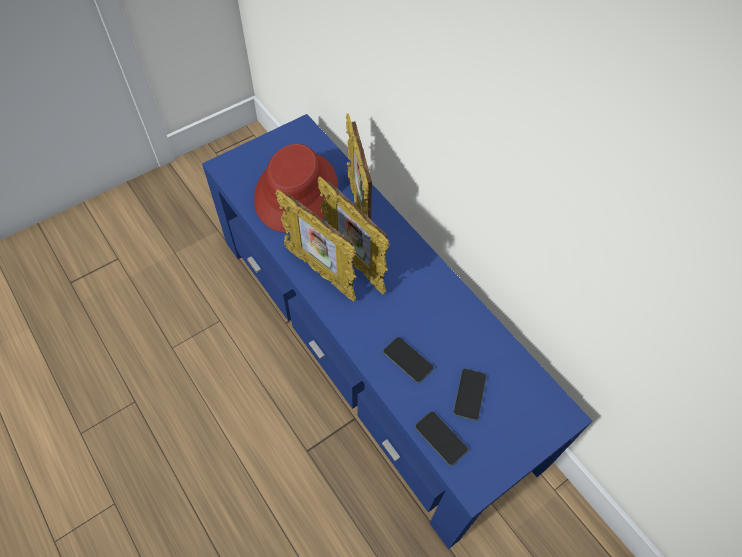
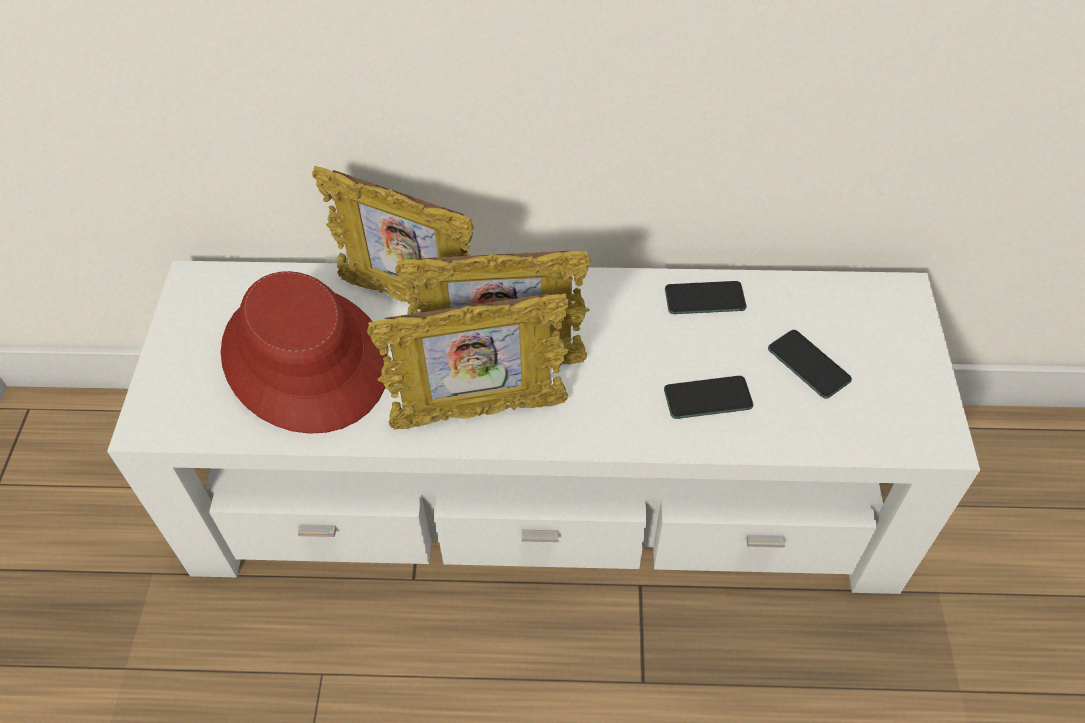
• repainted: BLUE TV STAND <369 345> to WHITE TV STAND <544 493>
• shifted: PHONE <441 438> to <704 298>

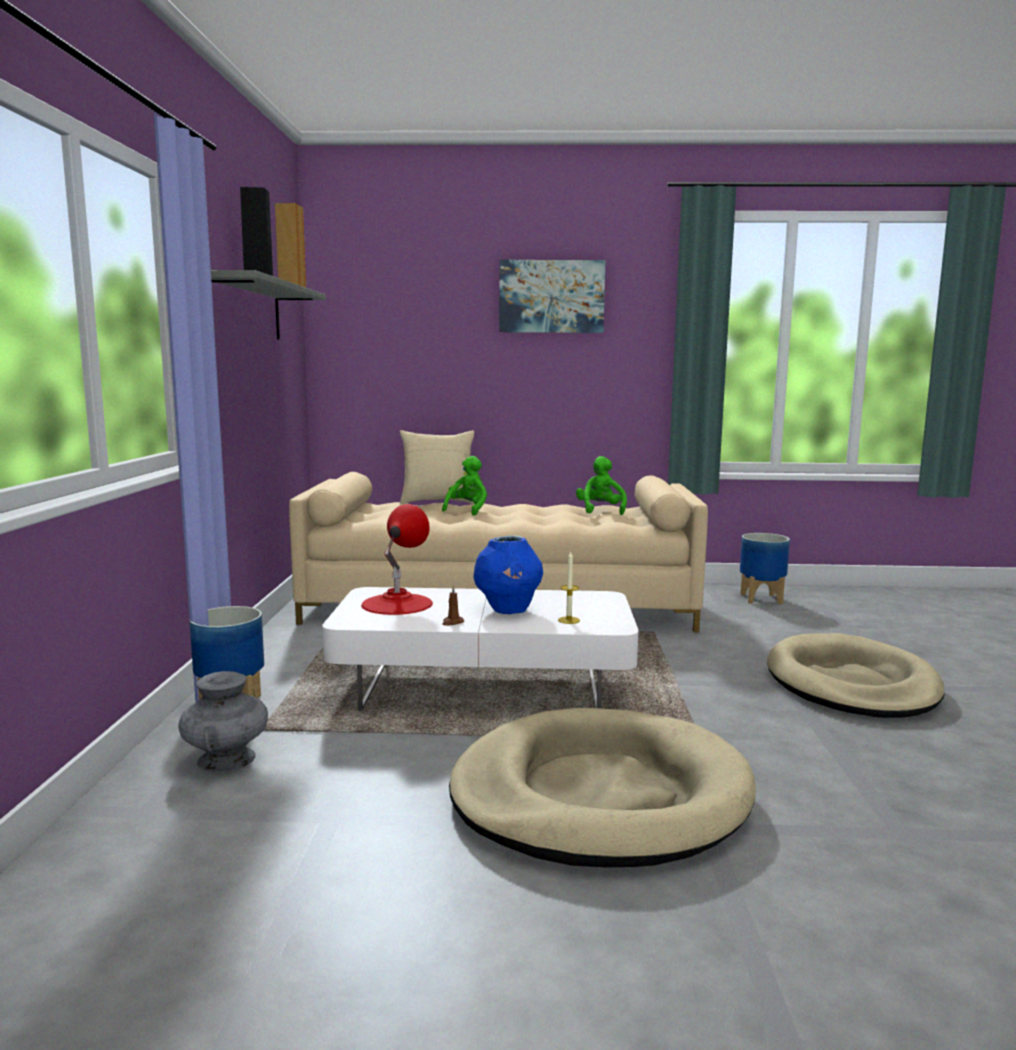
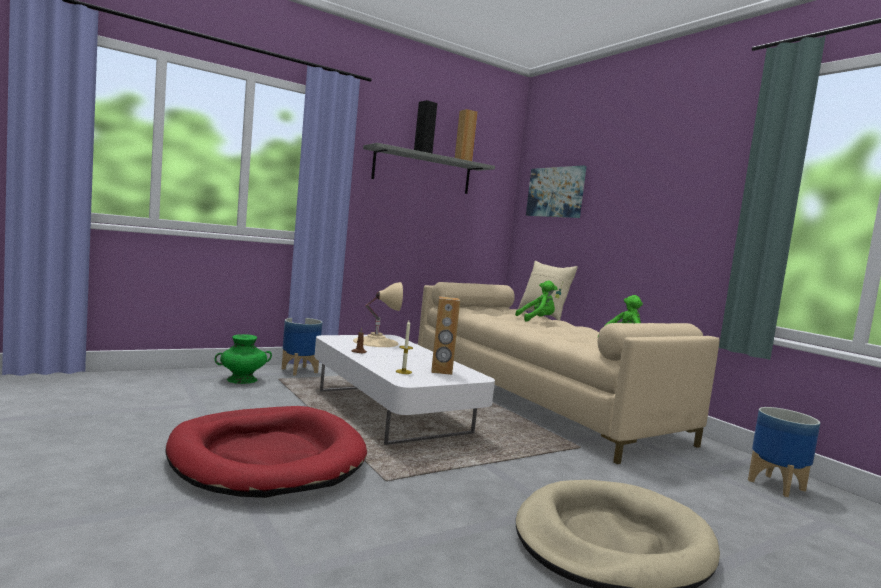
• shifted: PICTURE <551 297> to <555 192>
• repainted: RED TABLE LAMP <397 604> to BEIGE TABLE LAMP <376 342>
• gone: BLUE VASE <508 610>
• repainted: GREY VASE <226 759> to GREEN VASE <242 379>
• repainted: BEIGE DOG BED <599 796> to RED DOG BED <267 457>
• new: BROWN SPEAKER <441 371>

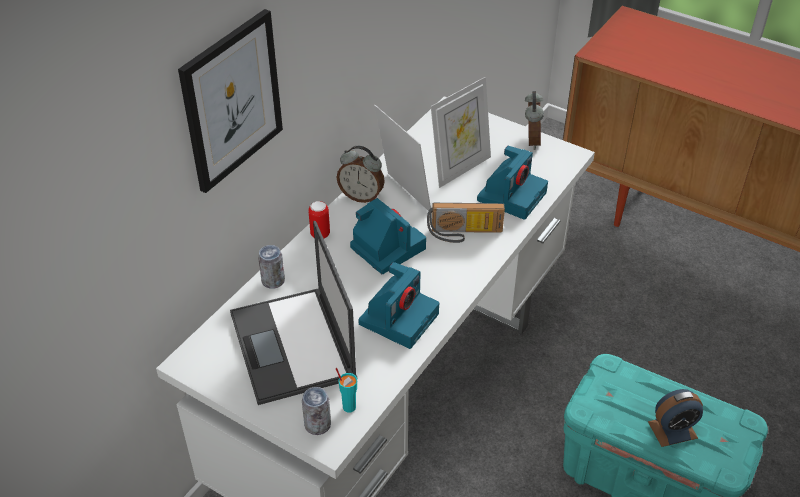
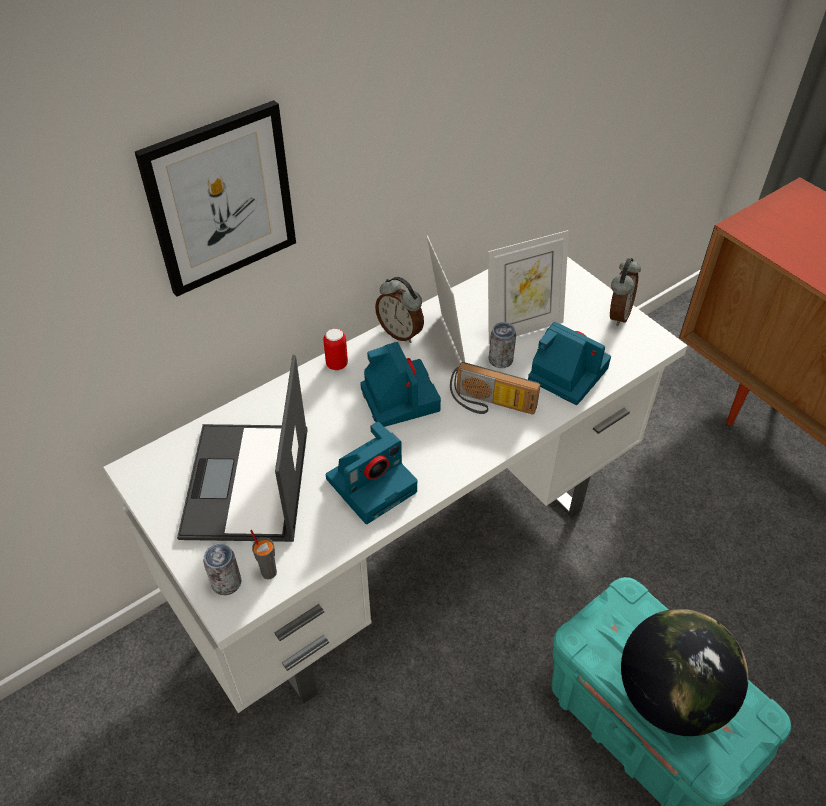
• rotated: PHOTO CAMERA <512 195> = <566 373> 105 degrees counterclockwise
• shifted: CAN <273 281> to <500 360>
• repainted: TURQUOISE CUP <349 406> to GREY CUP <269 572>
• swapped: ALARM CLOCK <672 430> to GLOBE <670 696>

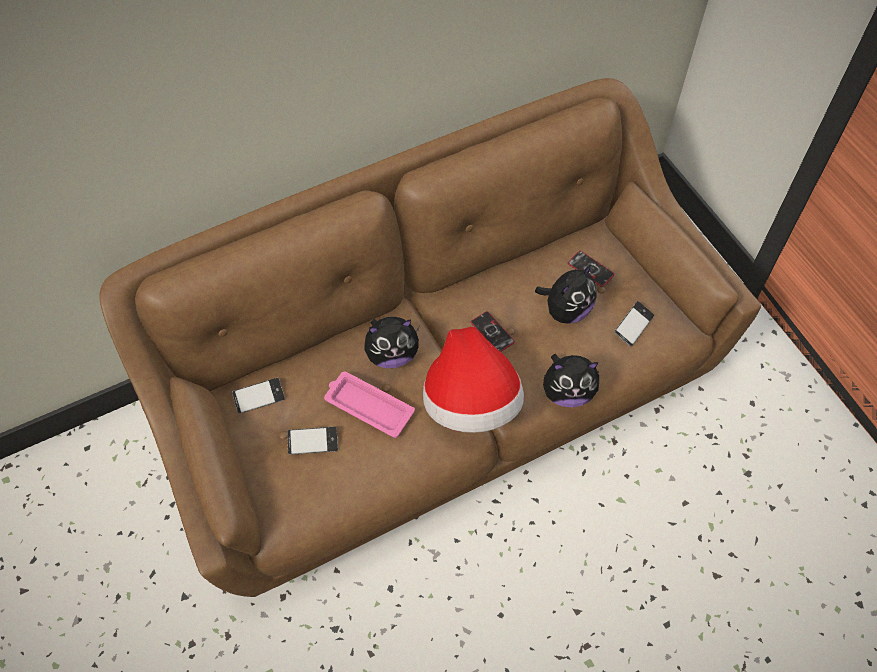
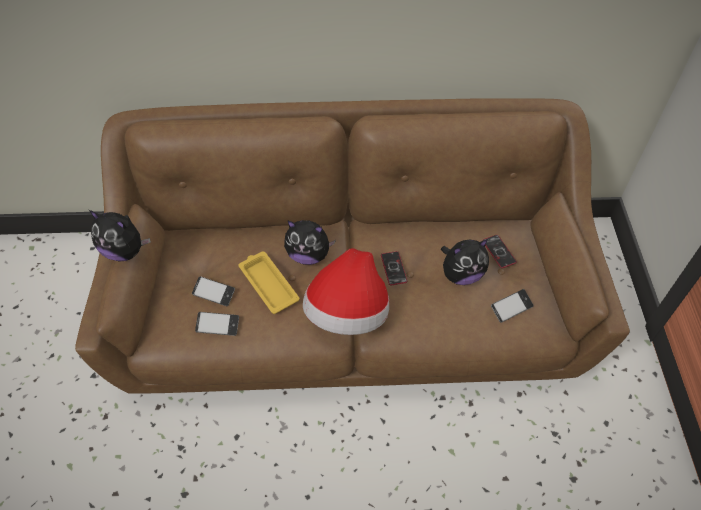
• shifted: PLUSH TOY <567 392> to <125 251>
• repainted: PINK TRAY <367 406> to YELLOW TRAY <268 284>
• shifted: PHONE <259 397> to <217 325>

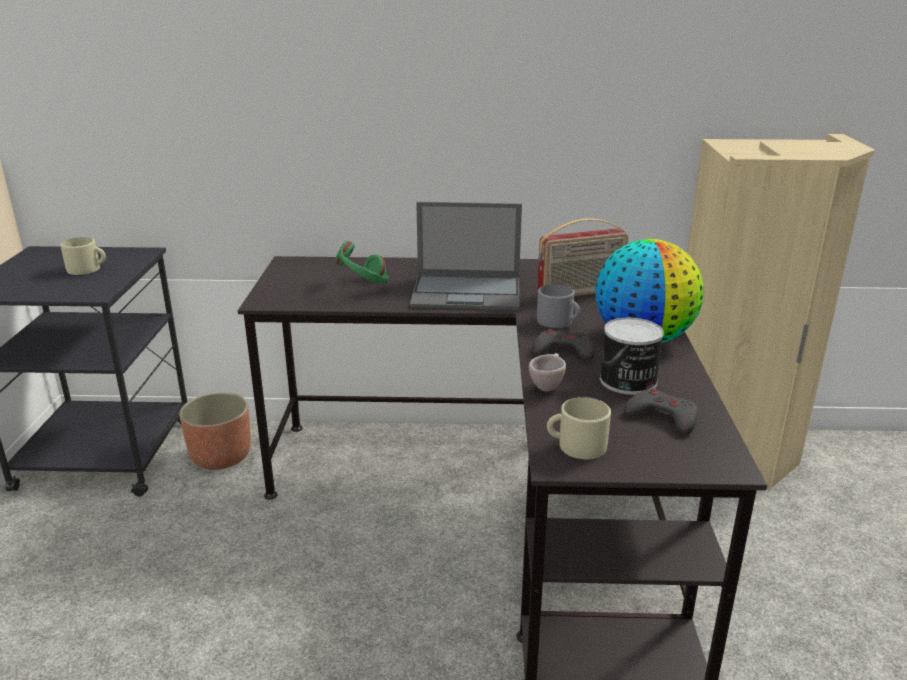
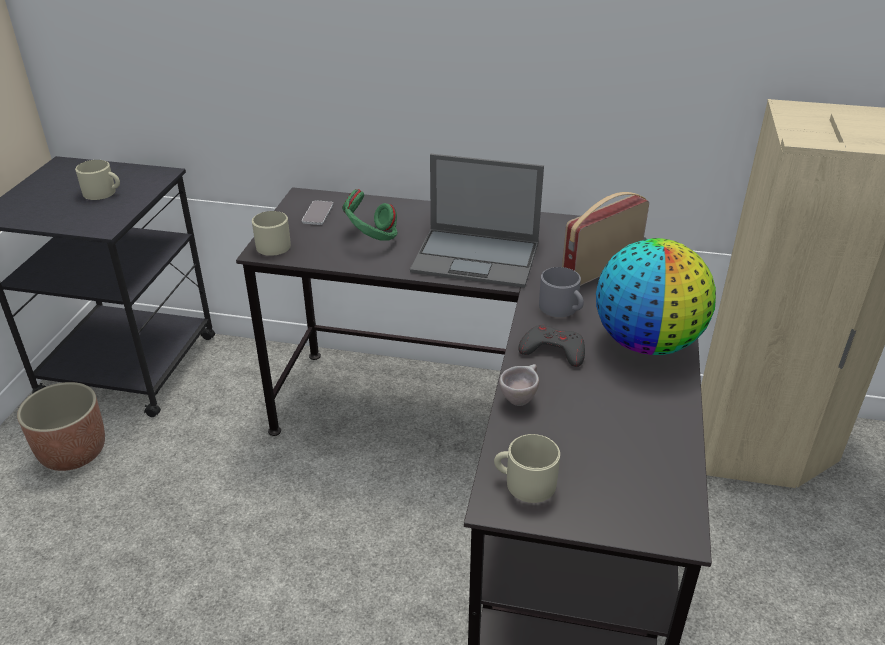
• rotated: RADIO <581 292> = <600 268> 150 degrees clockwise
• gone: CAN <628 381>
• gone: GREY GAME CONTROLLER <662 417>
• shifted: PLANTER <221 457> to <73 452>
• new: PHONE <318 213>
• new: BEIGE MUG <274 244>

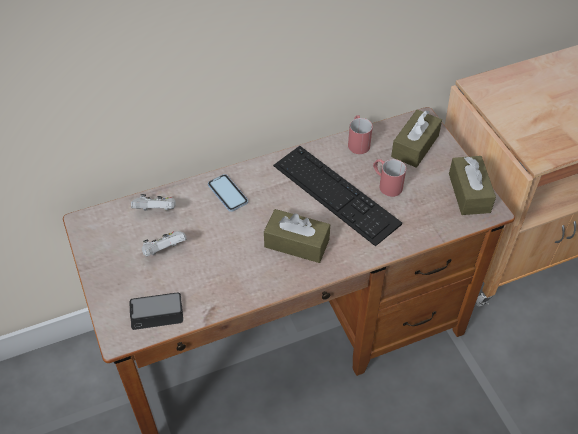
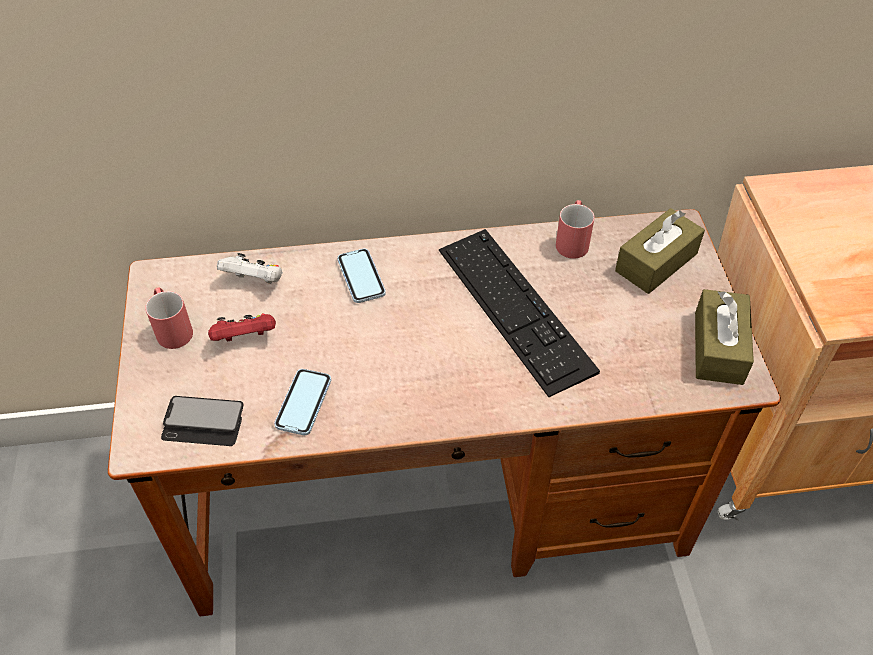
• shifted: RED MUG <386 184> to <172 328>
• gone: BROWN TISSUE BOX <296 243>
• repainted: WHITE GAME CONTROLLER <164 251> to RED GAME CONTROLLER <245 338>
• new: PHONE <303 403>

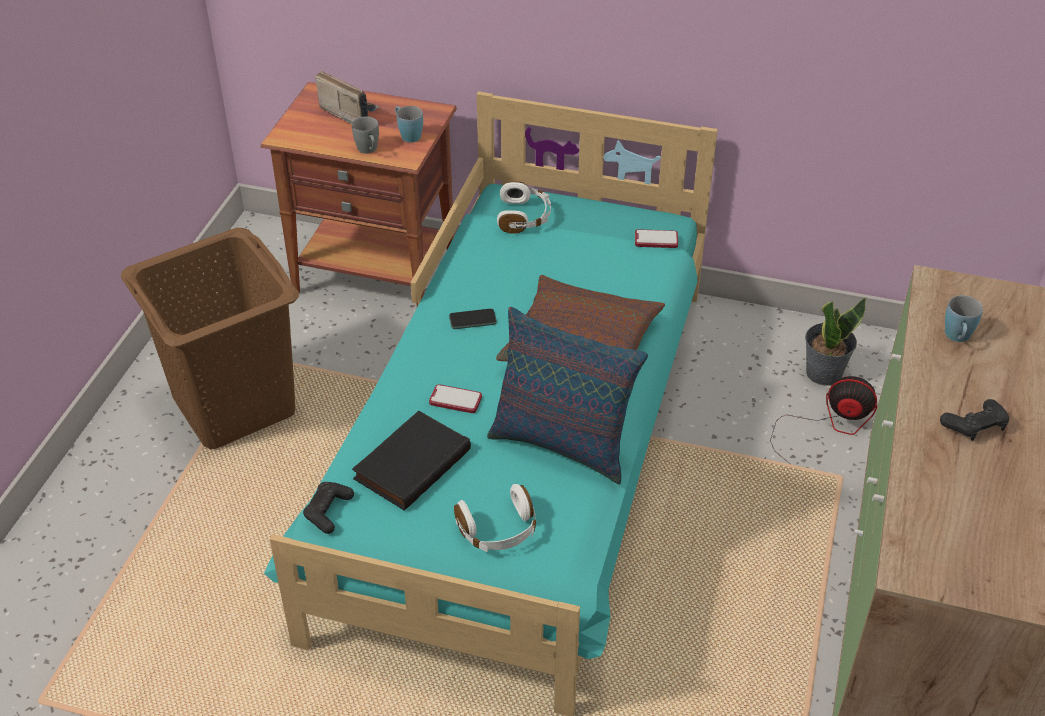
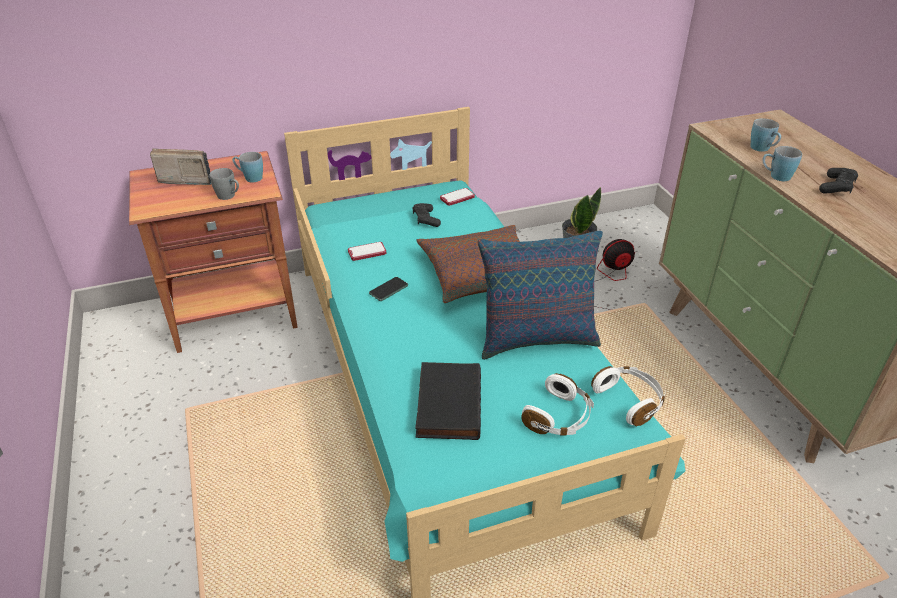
• shifted: WHITE HEADPHONES <524 217> to <629 400>
• gone: BROWN LAUNDRY BASKET <235 405>
• shifted: PHONE <455 400> to <367 252>
• shifted: BLACK GAME CONTROLLER <328 511> to <426 219>
• new: BLUE MUG <775 176>

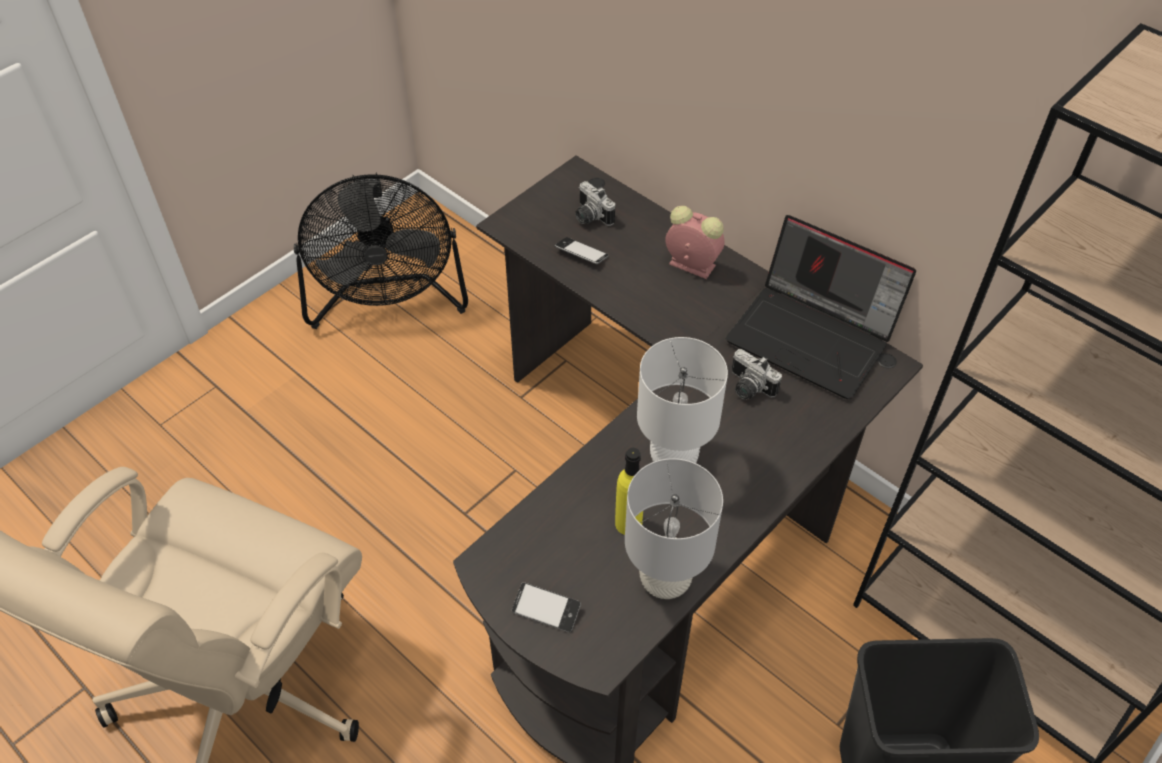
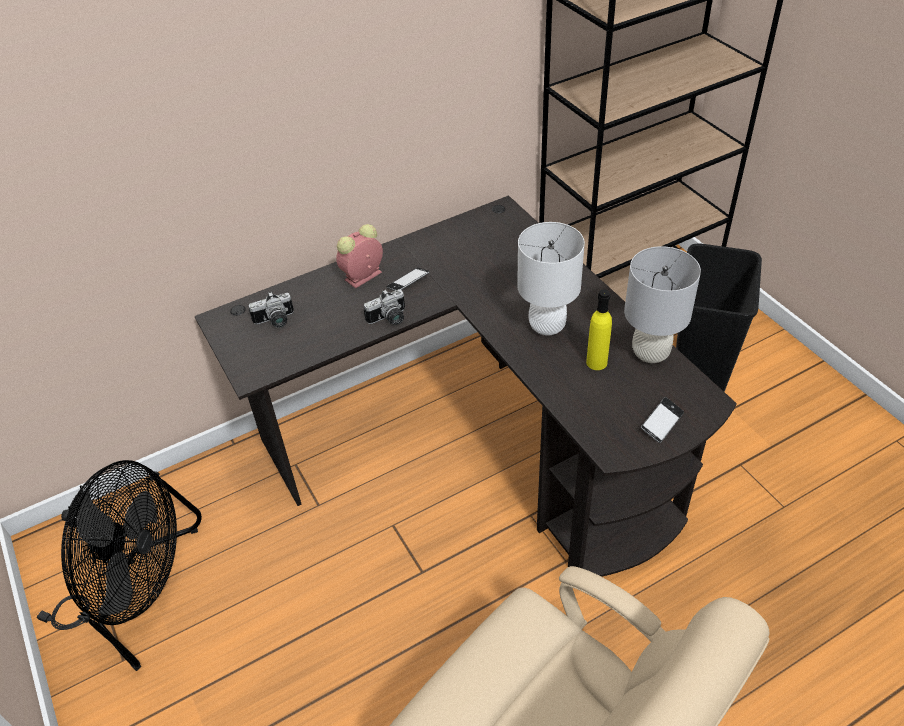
• gone: LAPTOP <813 336>
• shifted: PHONE <581 254> to <408 282>
• shifted: PHOTO CAMERA <748 388> to <389 319>

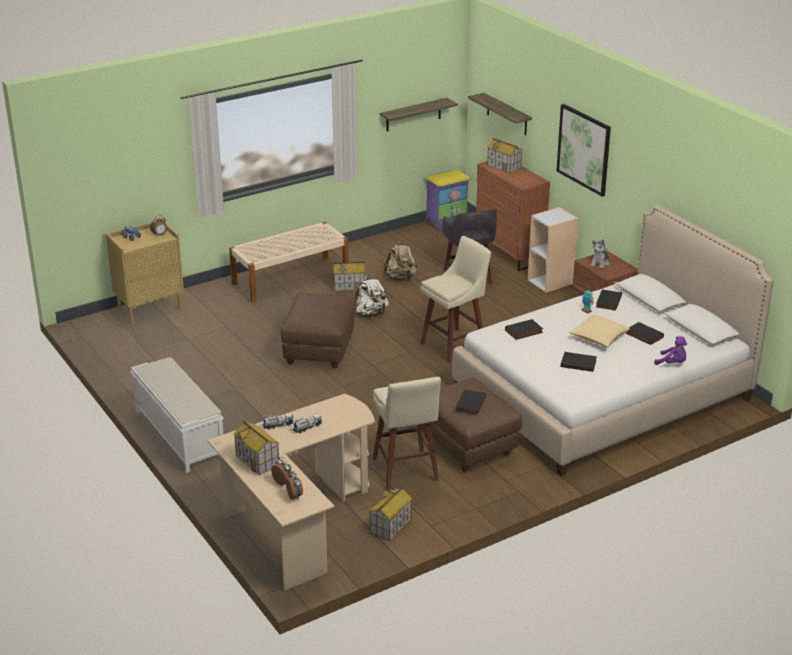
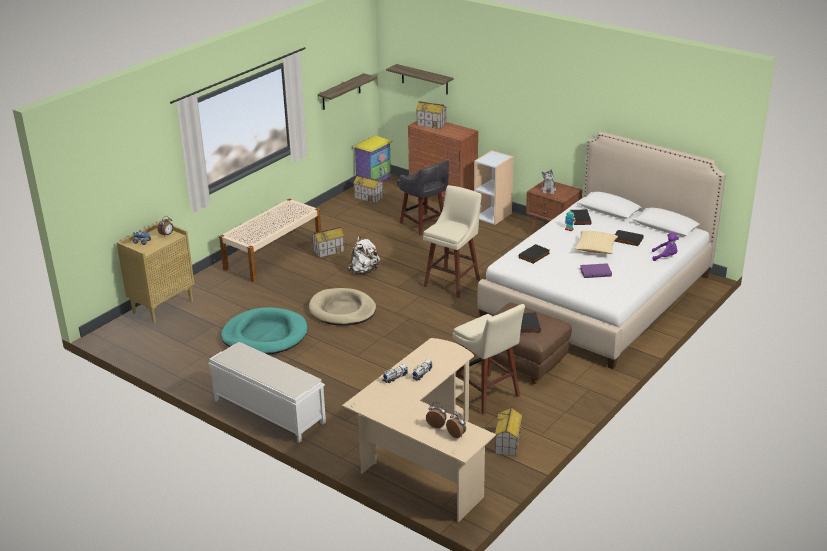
• gone: PICTURE <584 149>
• gone: BEIGE BACKPACK <400 278>
• swapped: BROWN OTTOMAN <320 350> to BEIGE DOG BED <342 310>
• repainted: BLACK BOOK <578 363> to PURPLE BOOK <595 272>
• shifted: TOY HOUSE <258 461> to <369 197>
• new: TURQUOISE DOG BED <265 335>

